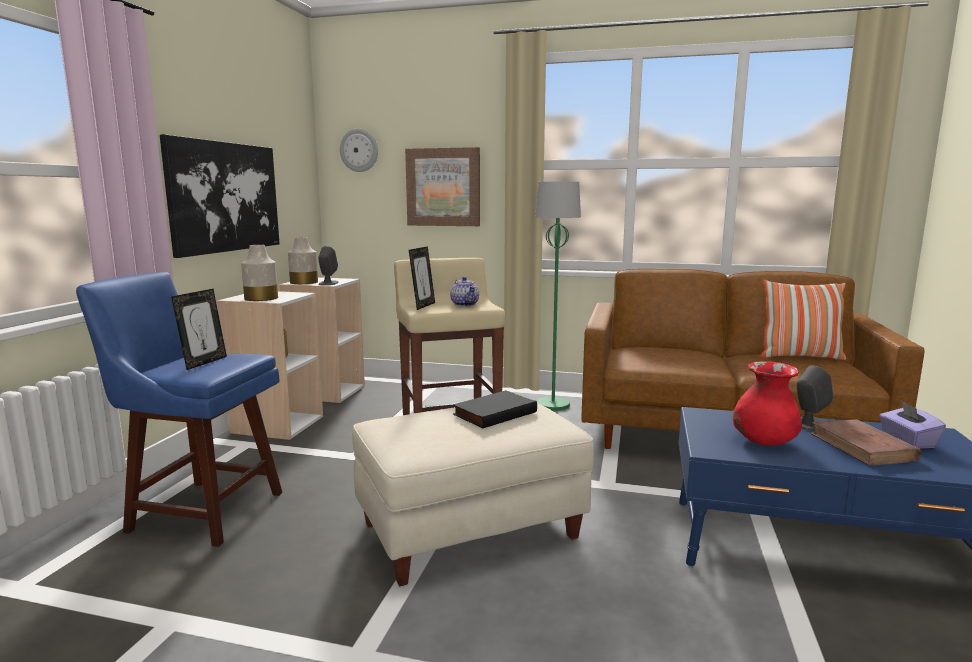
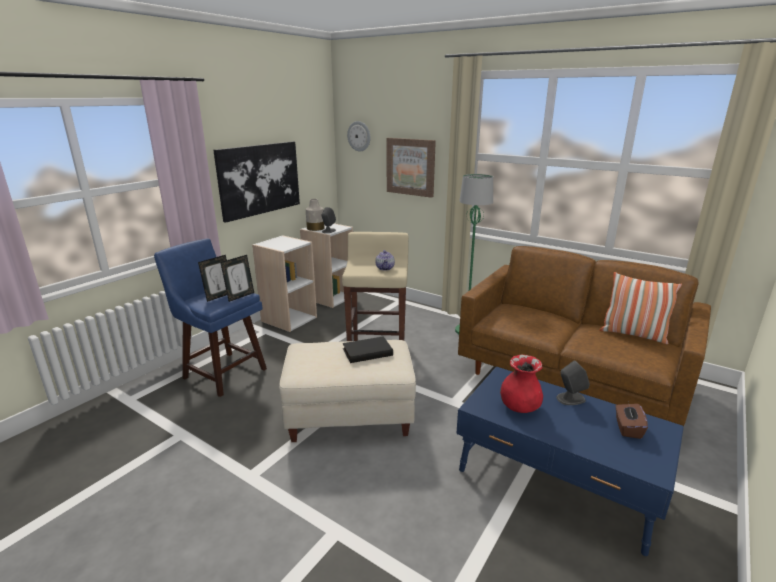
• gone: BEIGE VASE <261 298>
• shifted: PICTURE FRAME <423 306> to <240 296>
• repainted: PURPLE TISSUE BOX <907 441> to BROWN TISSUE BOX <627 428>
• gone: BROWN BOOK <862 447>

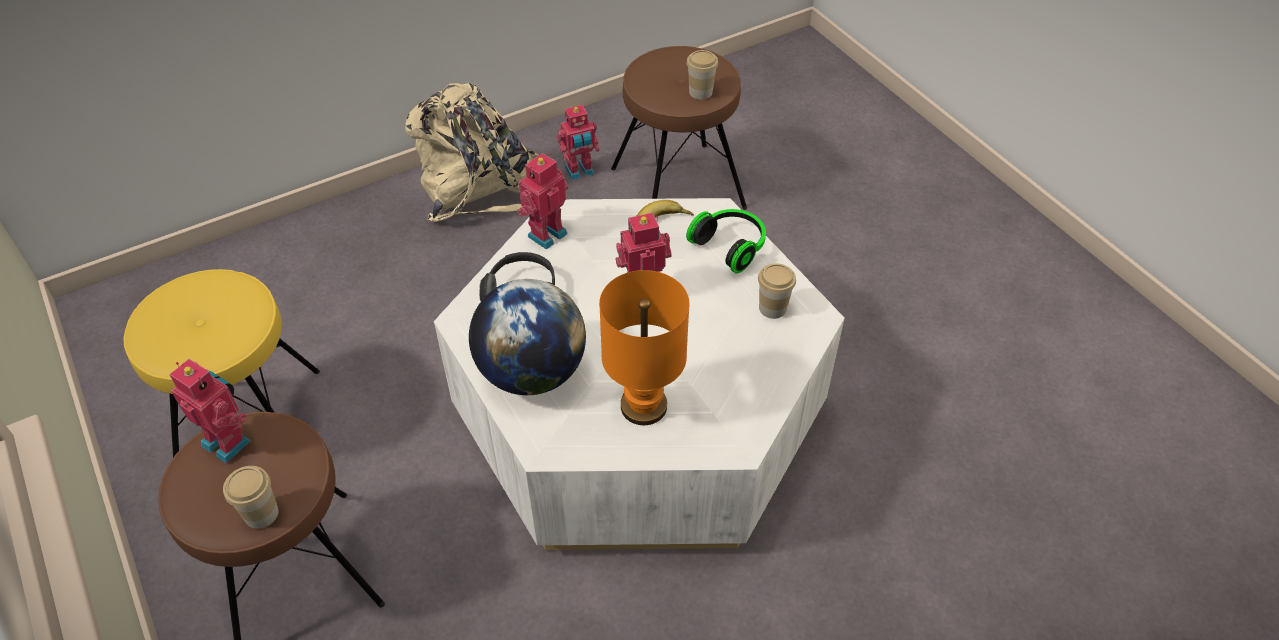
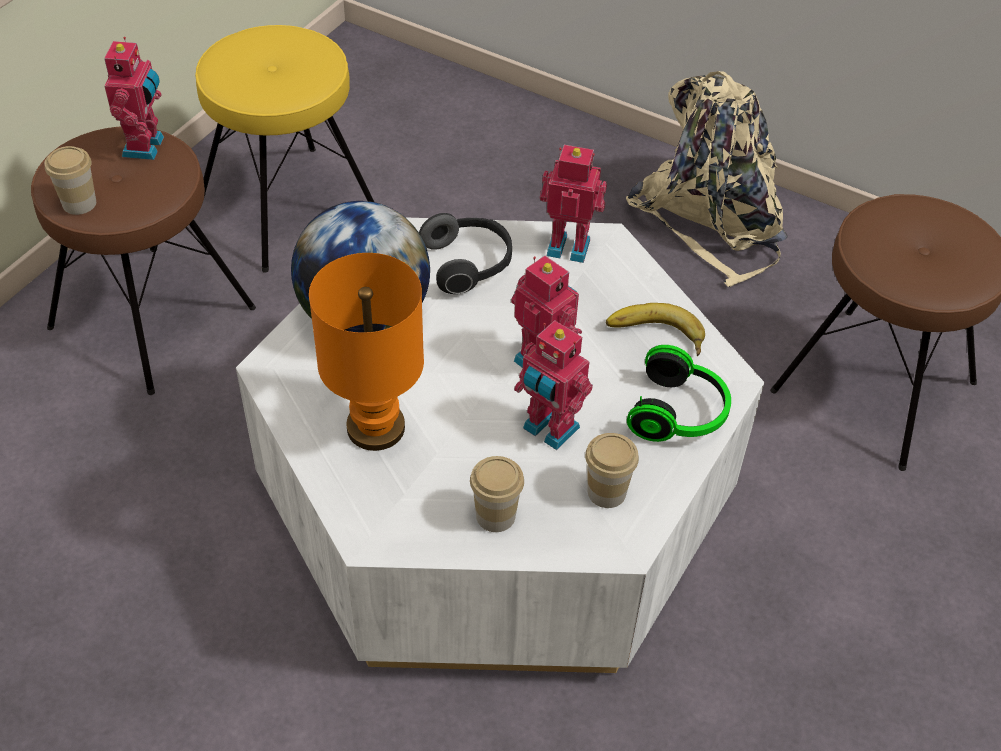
• shifted: CUP <700 92> to <495 516>
• shifted: TOY ROBOT <580 172> to <549 430>

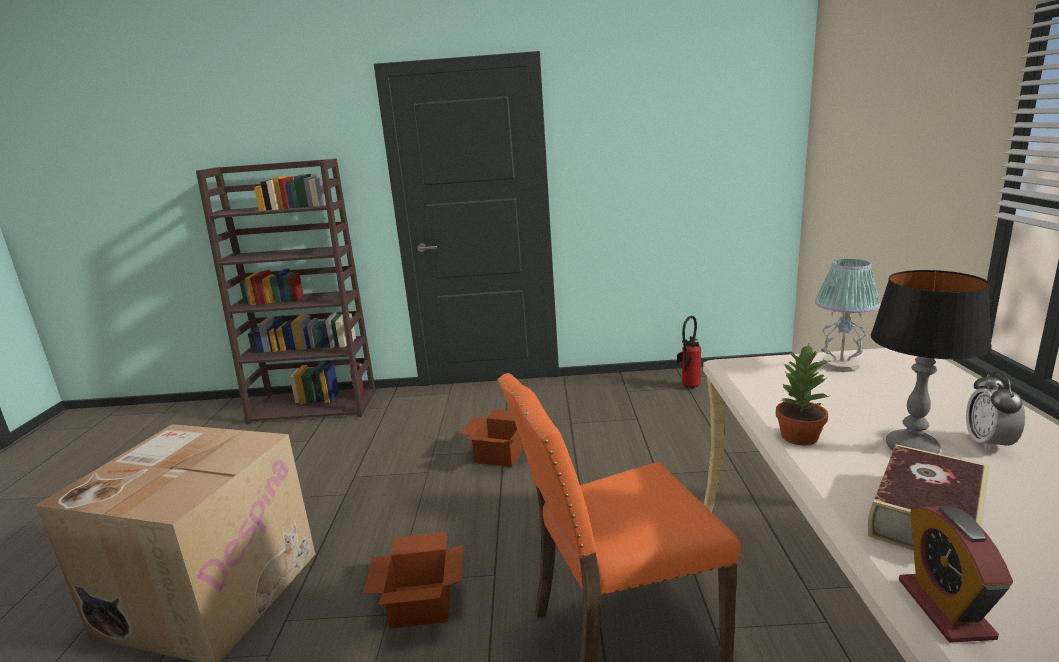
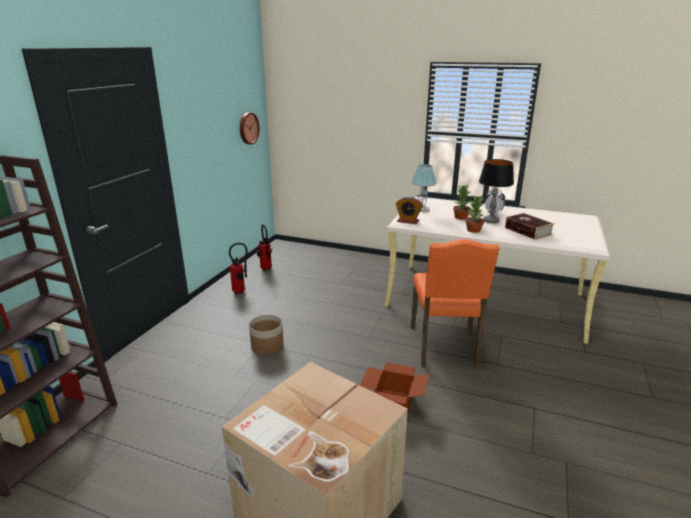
• swapped: CARDBOARD BOX <501 454> to PLANTER <267 346>
• shifted: ALARM CLOCK <944 608> to <408 221>
• new: WALL CLOCK <248 128>
• new: POTTED PLANT <460 217>
• new: FIRE EXTINGUISHER <241 292>

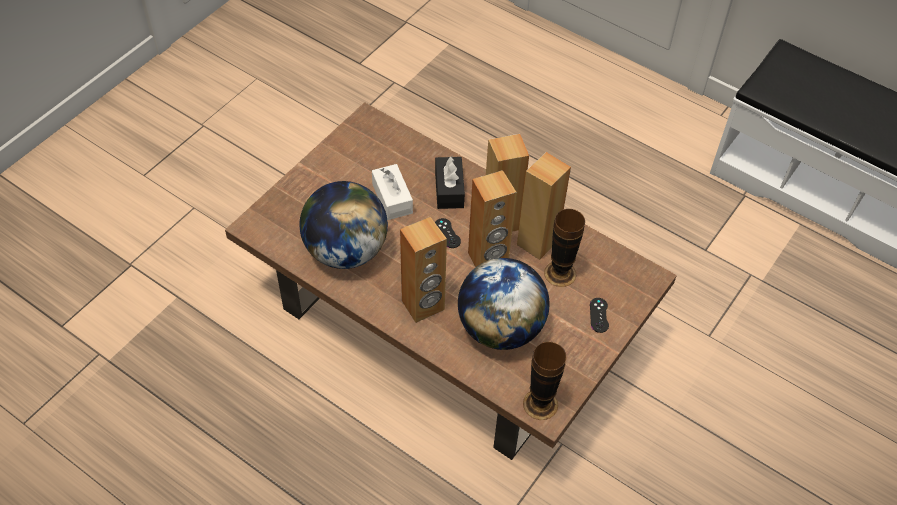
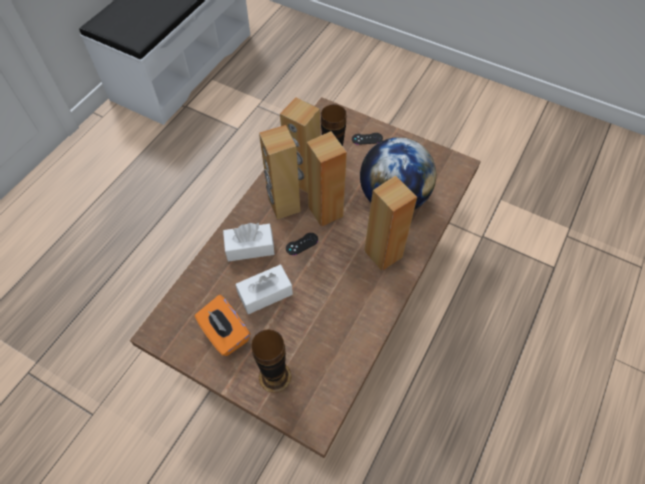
• repainted: BLACK TISSUE BOX <449 189> to WHITE TISSUE BOX <250 247>
• gone: GLOBE <346 251>
• shifted: VASE <540 404> to <275 376>
• new: ORANGE TISSUE BOX <225 333>

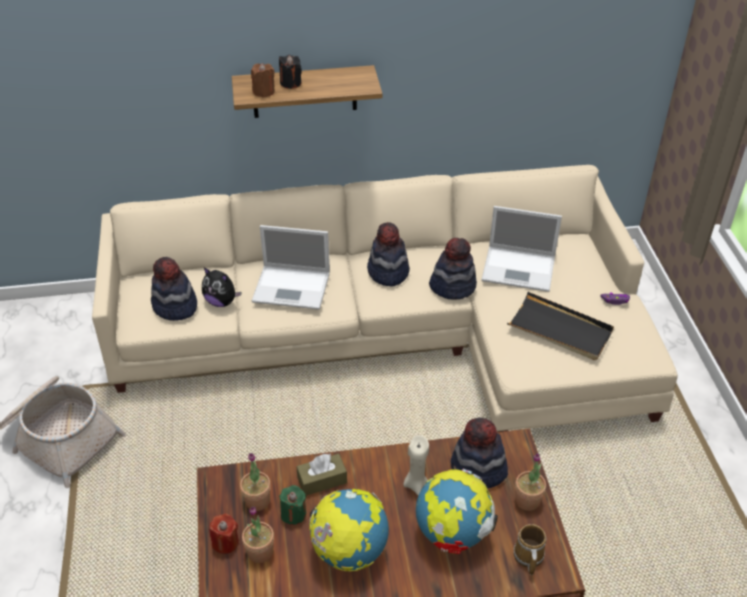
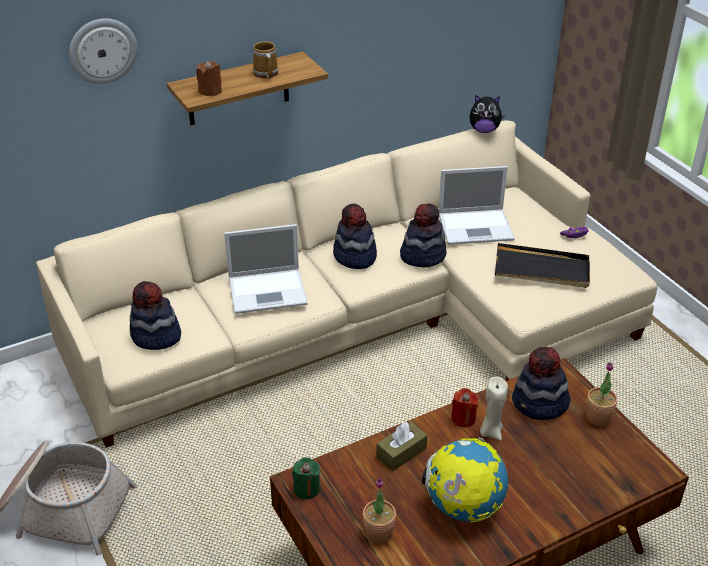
• gone: BLACK CANDLE <290 83>
• shifted: PLUSH TOY <221 301> to <484 130>
• gone: POTTED PLANT <257 501>
• gone: GLOBE <452 533>
• shifted: GREEN CANDLE <293 514> to <306 489>
• shifted: RED CANDLE <225 542> to <463 418>
• shifted: MUG <527 557> to <265 74>
• new: WALL CLOCK <102 50>

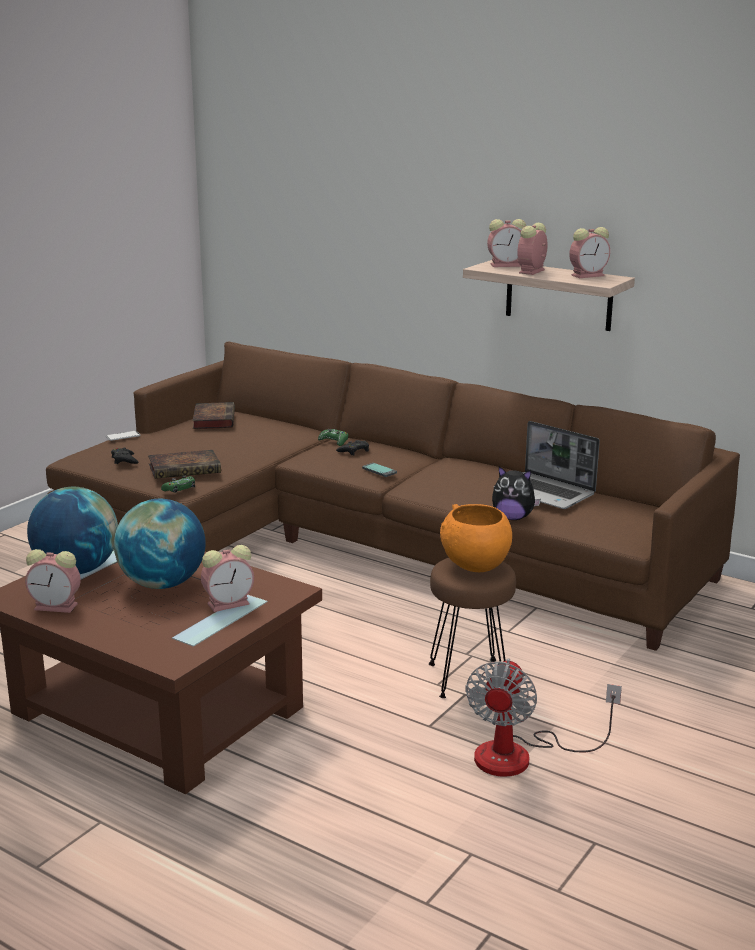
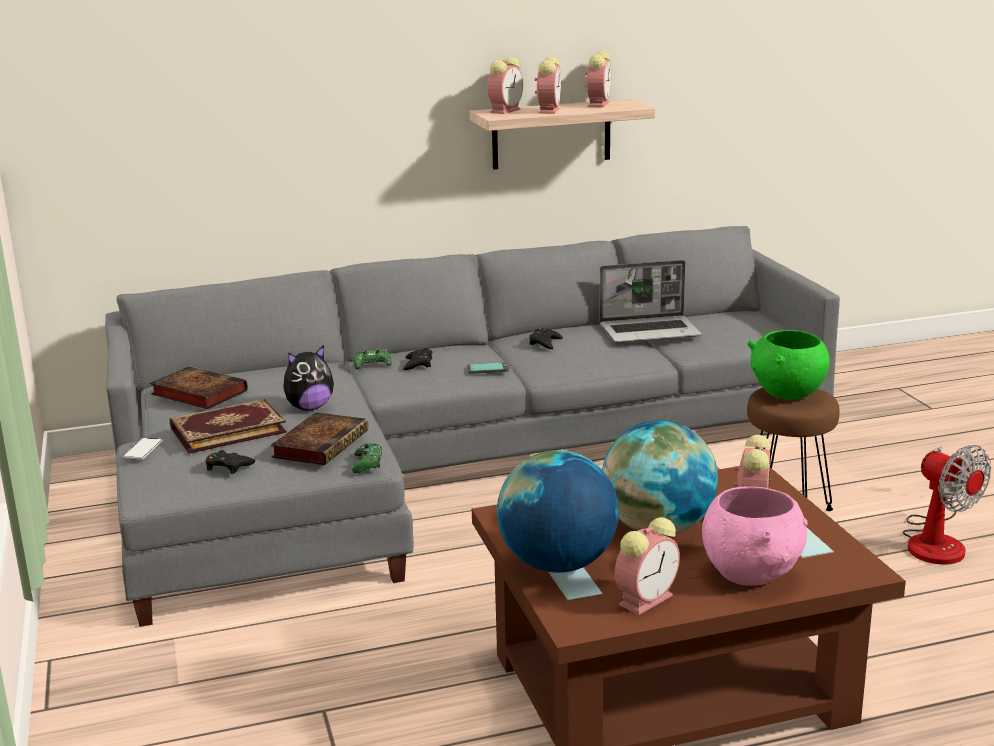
• rotated: ALARM CLOCK <531 271> = <548 110> 150 degrees counterclockwise
• repainted: BROWN SOFA <365 539> to GREY SOFA <445 463>
• shifted: PLUSH TOY <513 517> to <309 407>
• repainted: ORANGE BOWL <474 565> to GREEN BOWL <787 394>
• new: BLACK GAME CONTROLLER <545 343>
• new: BOOK <227 429>
• new: PINK BOWL <751 573>

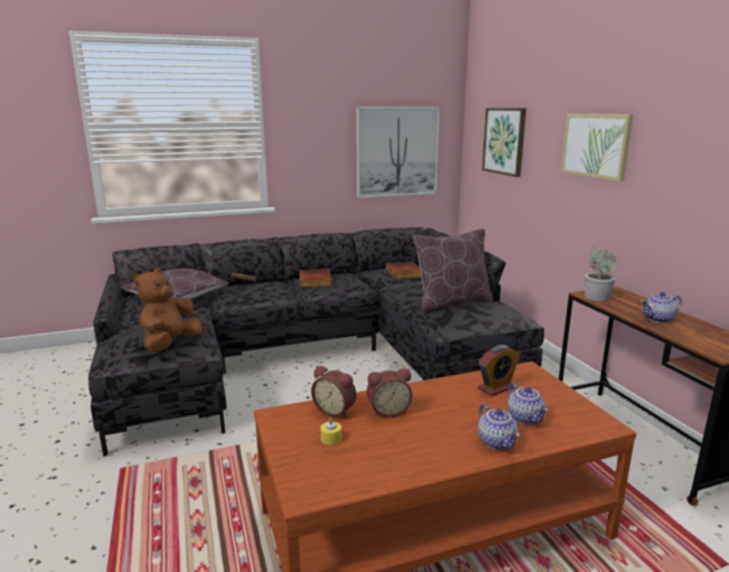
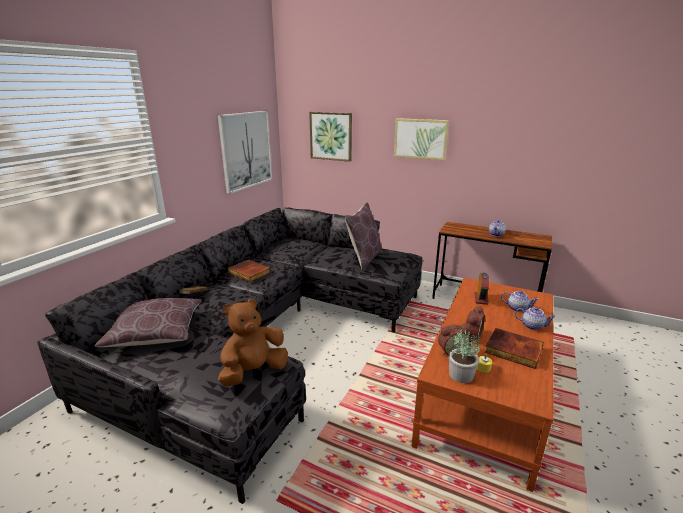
• shifted: POTTED PLANT <596 297> to <461 375>
• shifted: BOOK <402 273> to <513 351>
• rotated: BROWN PLUSH TOY <170 345> = <253 372> 75 degrees clockwise

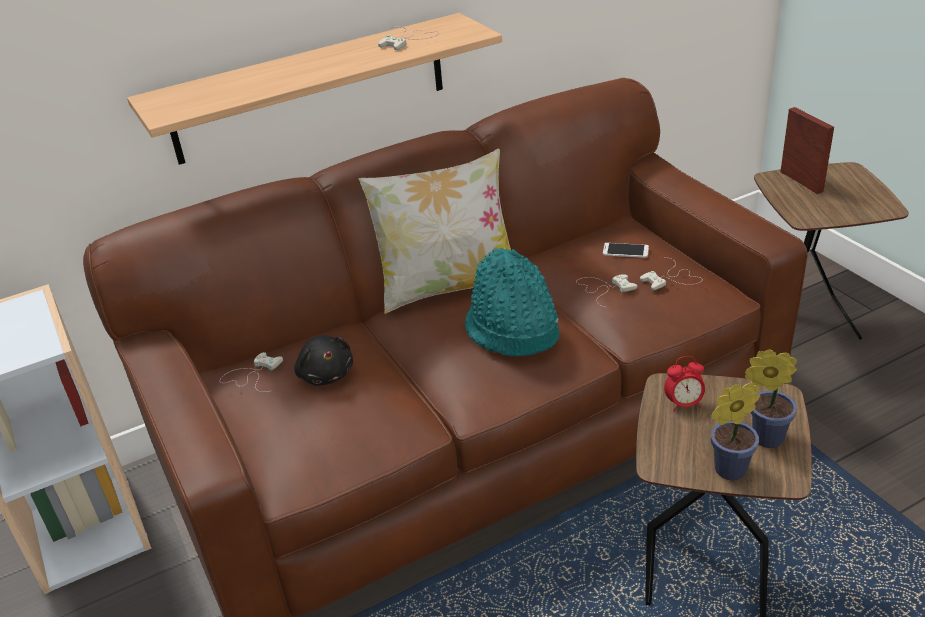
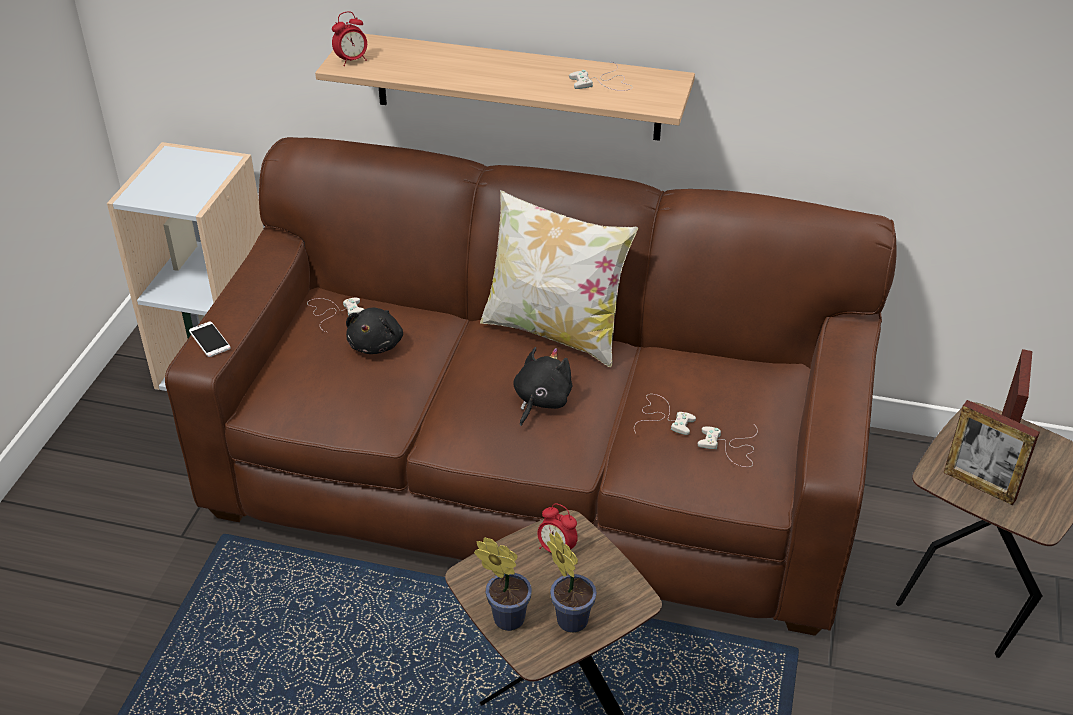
• shifted: PHONE <625 251> to <209 340>
• swapped: TURQUOISE HAT <511 330> to BLACK PLUSH TOY <541 401>
• new: ALARM CLOCK <352 61>
• new: PICTURE FRAME <979 486>

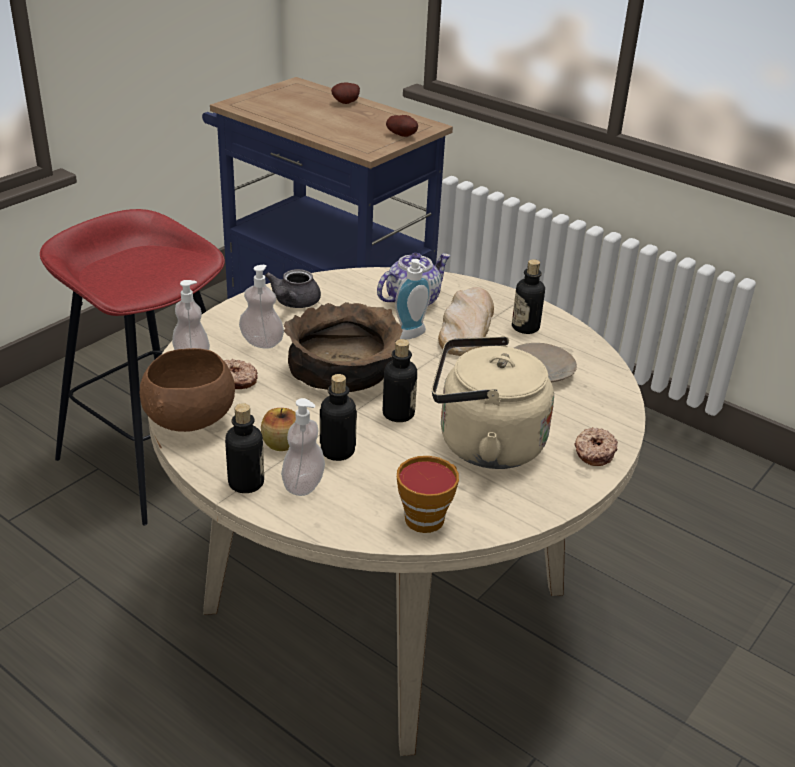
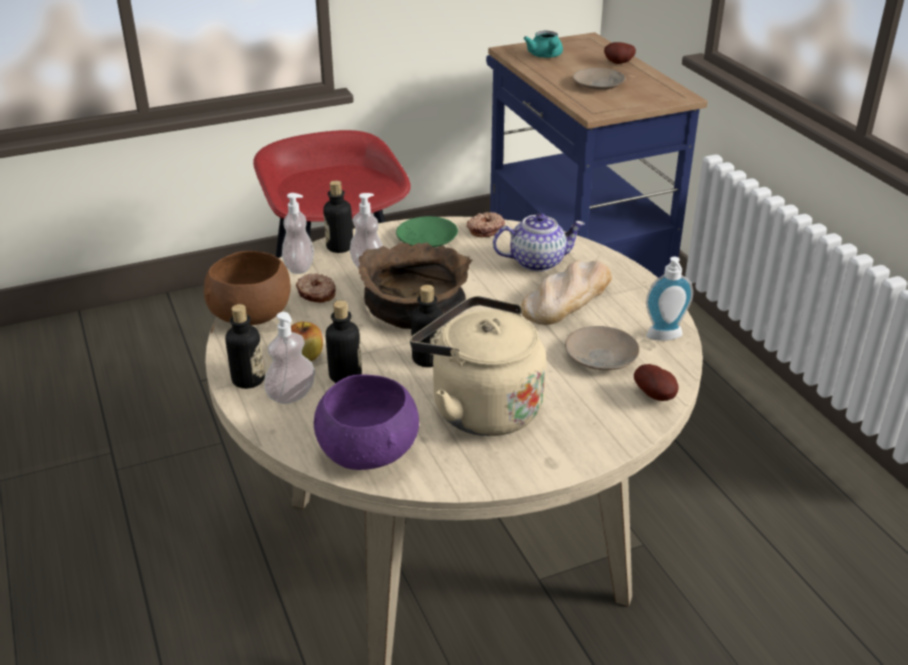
• shifted: POTATO <403 136> to <656 396>
• shifted: SOAP DISPENSER <413 335> to <665 338>
• shifted: BOTTLE <525 327> to <340 247>
• swapped: GREY TEAPOT <293 303> to GREEN PLATE <426 240>
• shifted: DONUT <593 452> to <485 229>
• swapped: CUP <427 516> to PURPLE BOWL <369 454>
• new: TURQUOISE TEAPOT <545 56>
• new: BEIGE PLATE <599 85>

